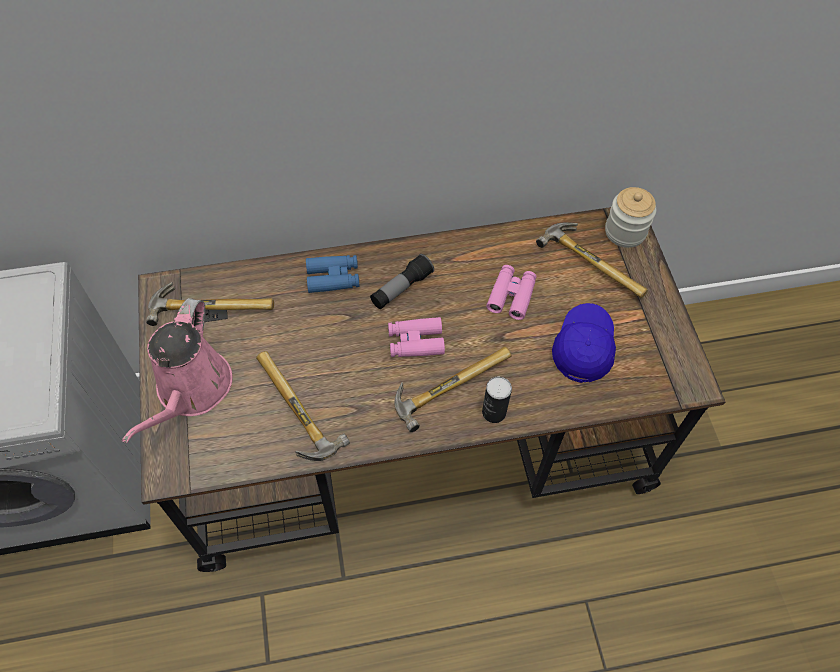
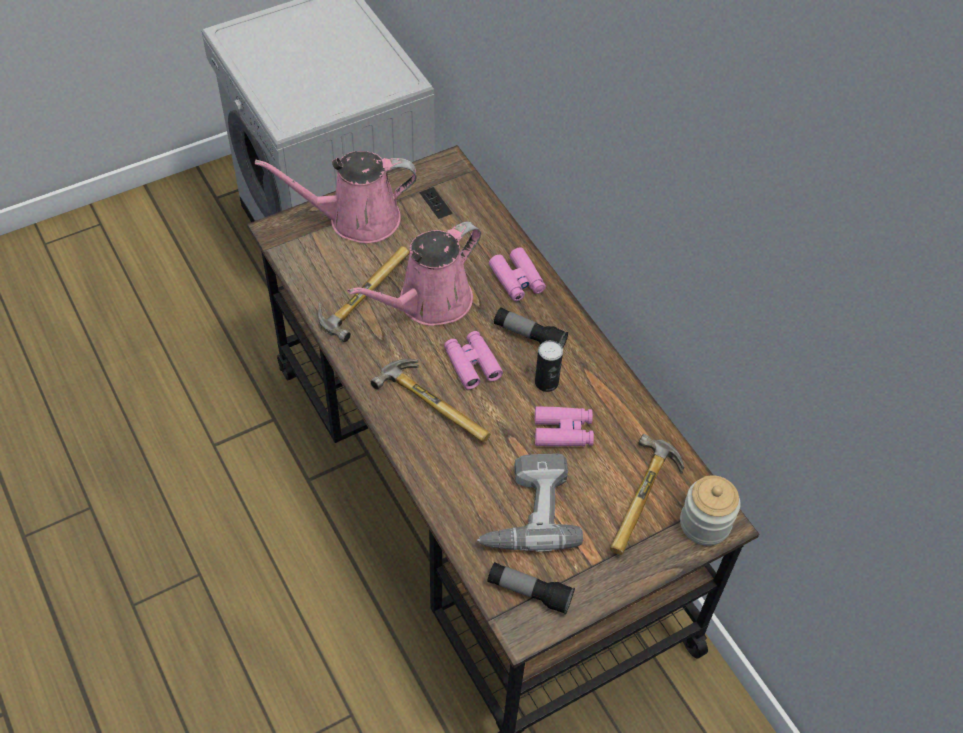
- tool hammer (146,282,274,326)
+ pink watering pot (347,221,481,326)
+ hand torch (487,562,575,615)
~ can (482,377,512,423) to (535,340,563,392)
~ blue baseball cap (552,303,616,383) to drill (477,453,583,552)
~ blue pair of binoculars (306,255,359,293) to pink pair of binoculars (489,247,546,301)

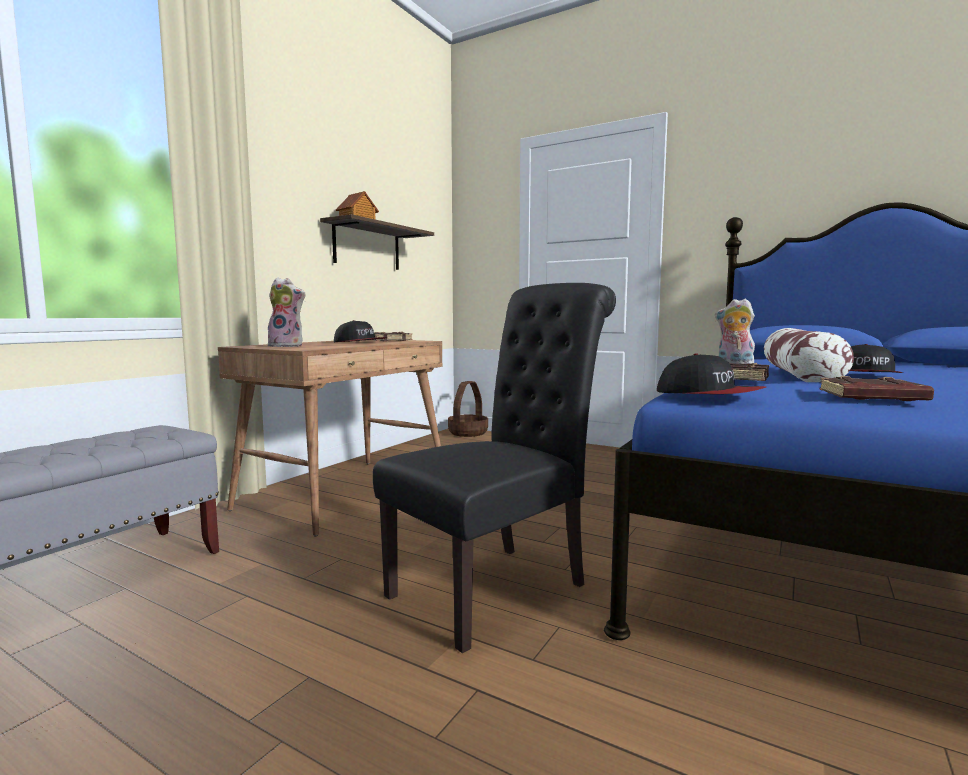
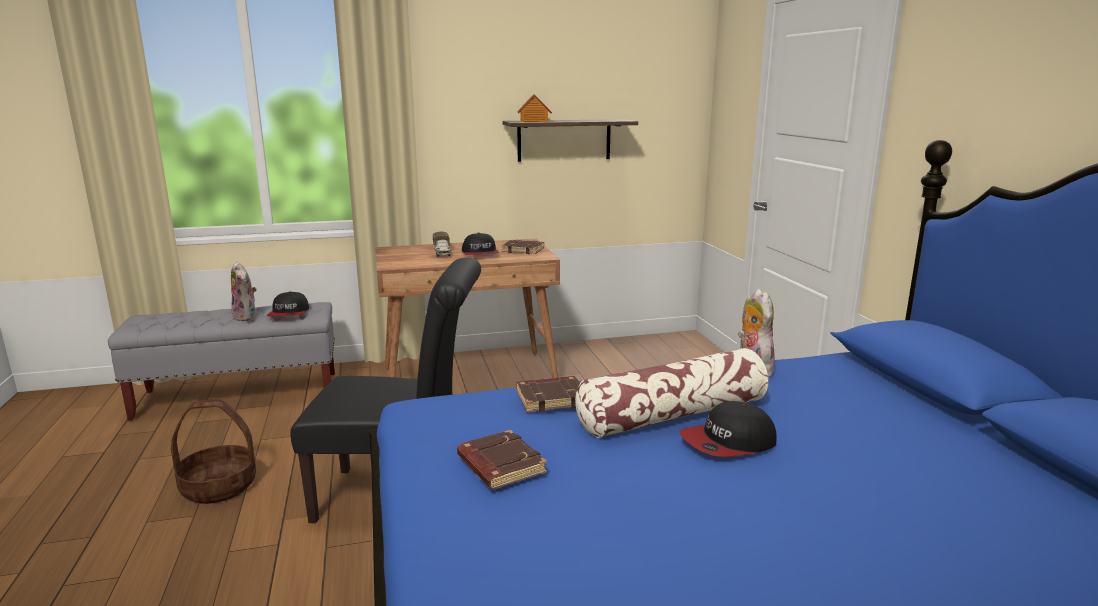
+ toy lorry (433,231,451,257)
~ soft toy (268,277,306,347) to (231,261,257,321)
~ storage basket (448,381,488,437) to (171,399,256,504)
~ baseball cap (657,353,766,394) to (267,292,309,317)

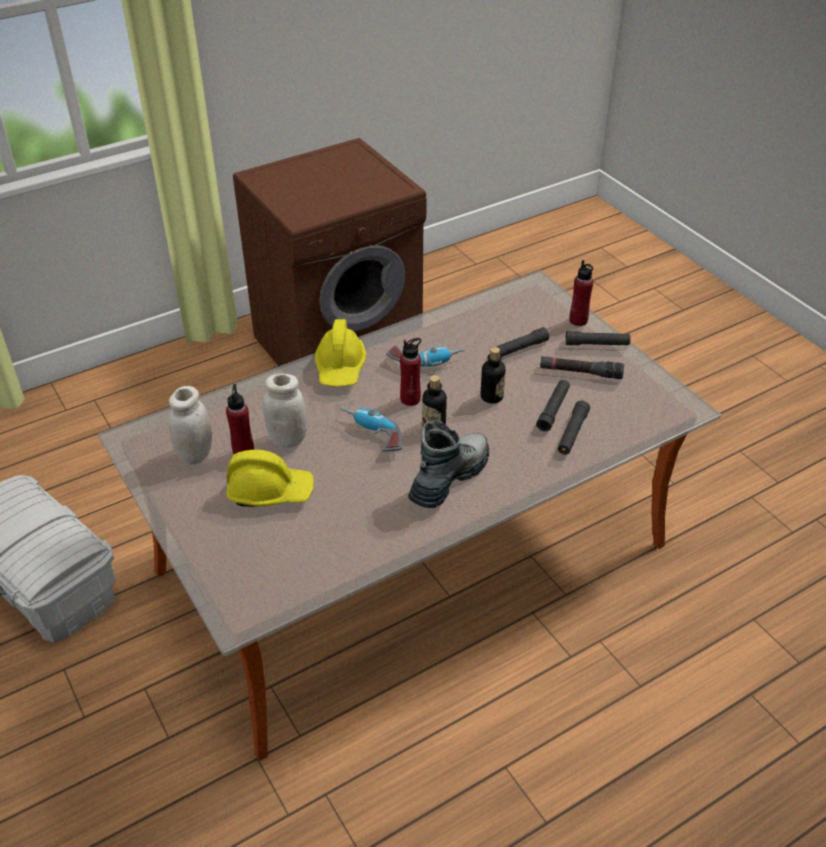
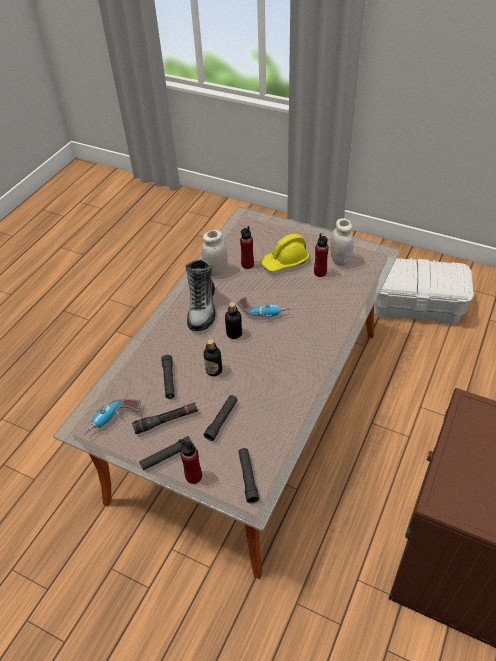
- yellowish work helmet (315,319,366,387)
~ white preserve jar (263,373,307,448) to (202,230,228,276)
~ drill (386,345,464,367) to (84,399,141,435)
~ reddish beverage bottle (400,338,421,406) to (240,226,254,269)
~ black hand torch (558,400,590,455) to (238,448,259,503)

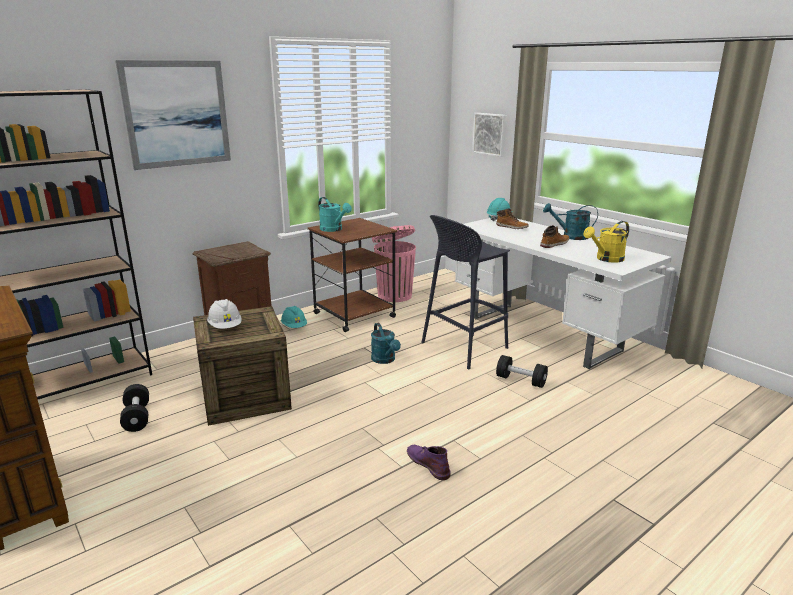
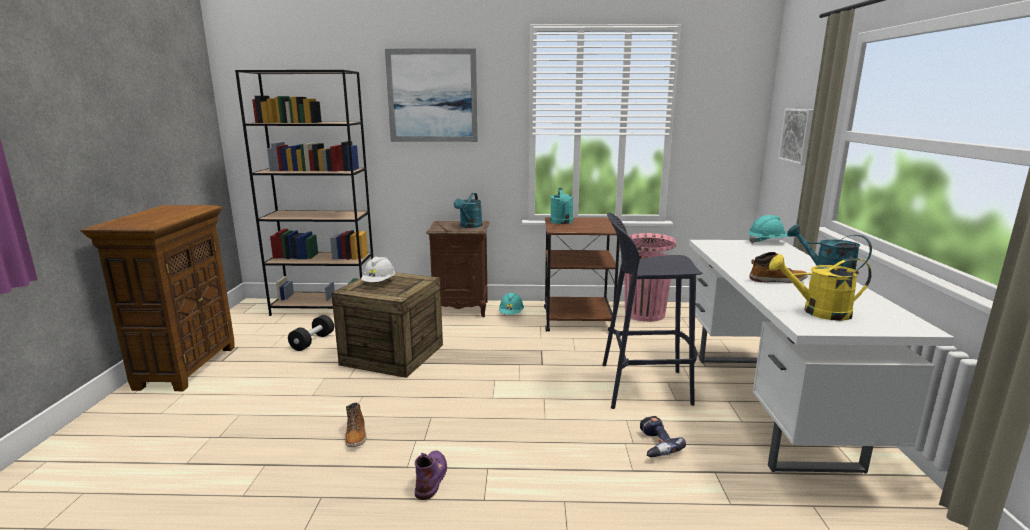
~ turquoise-coloured watering pot (371,323,401,364) to (453,193,483,228)
~ high-top boot (496,208,529,229) to (345,403,366,447)
~ black free weight (496,355,548,388) to drill (640,416,686,458)

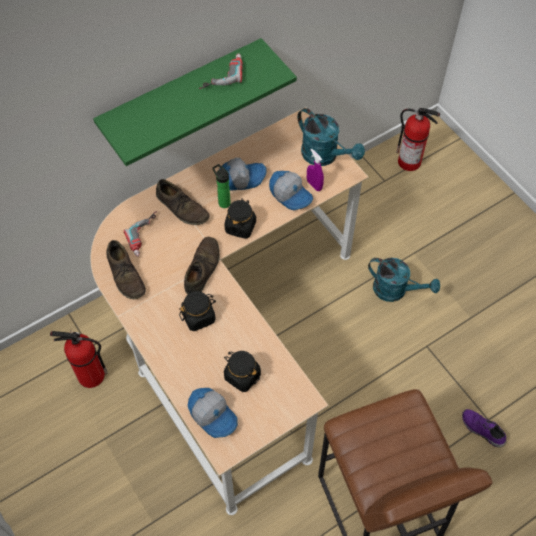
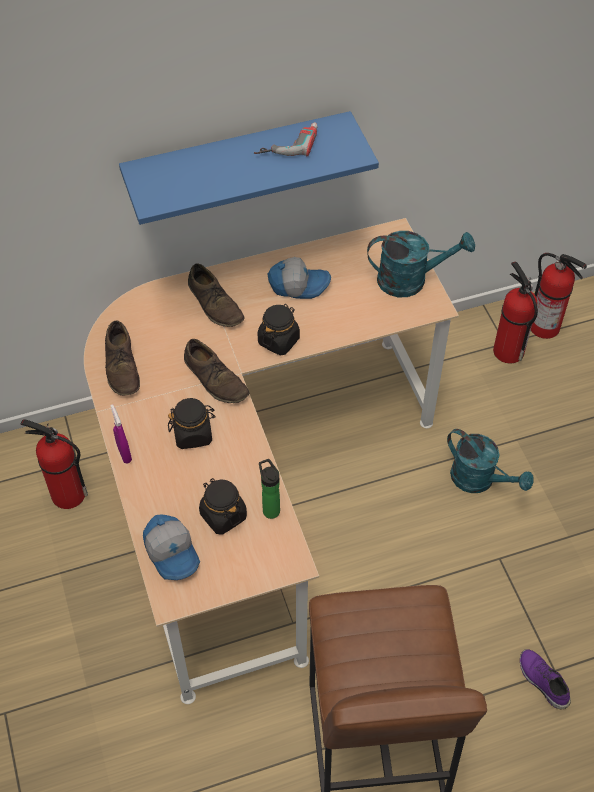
- drill (124,211,157,257)
- baseball cap (269,171,313,210)
+ extinguisher (493,262,538,363)
~ beverage bottle (213,164,231,208) to (259,459,280,519)
~ purple spray bottle (307,149,324,191) to (110,404,132,463)
~ green shelf (93,38,297,166) to blue shelf (119,111,379,225)
~ brownish shoe (184,237,220,294) = (184,339,249,403) 105 degrees clockwise
~ turquoise-coloured watering pot (298,108,365,166) = (367,231,475,297) 60 degrees counterclockwise

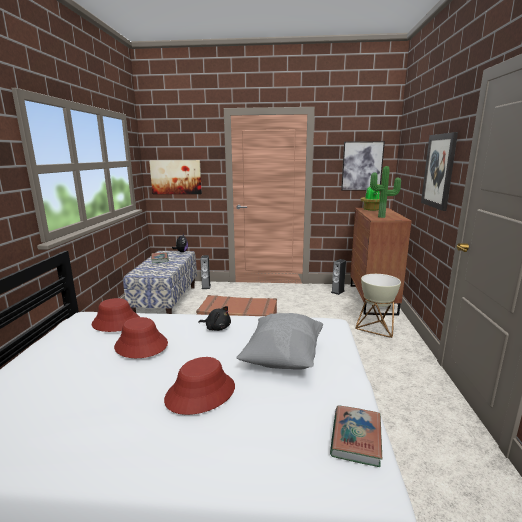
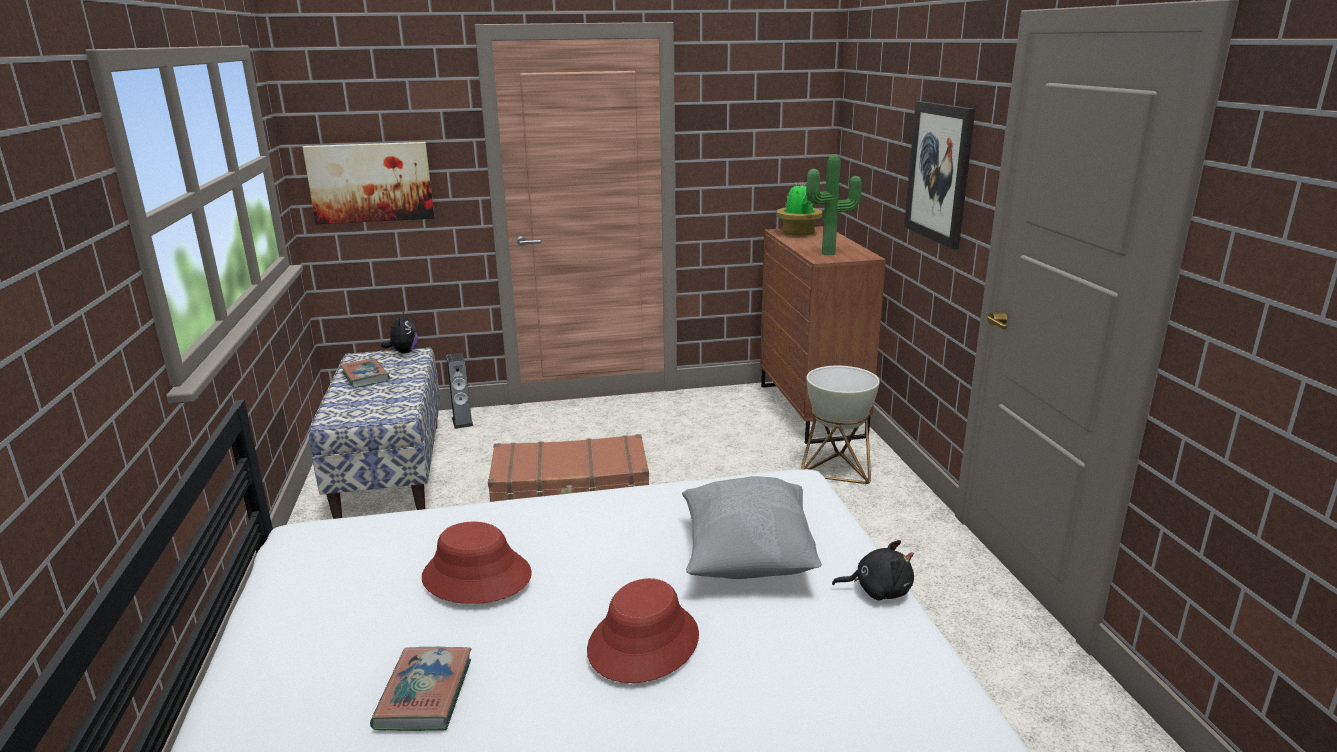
- reddish hat (92,298,140,332)
- audio speaker (331,259,346,295)
- picture (341,141,385,191)
~ black soft toy (198,306,231,331) to (832,540,914,600)
~ book (330,405,382,467) to (370,647,471,731)

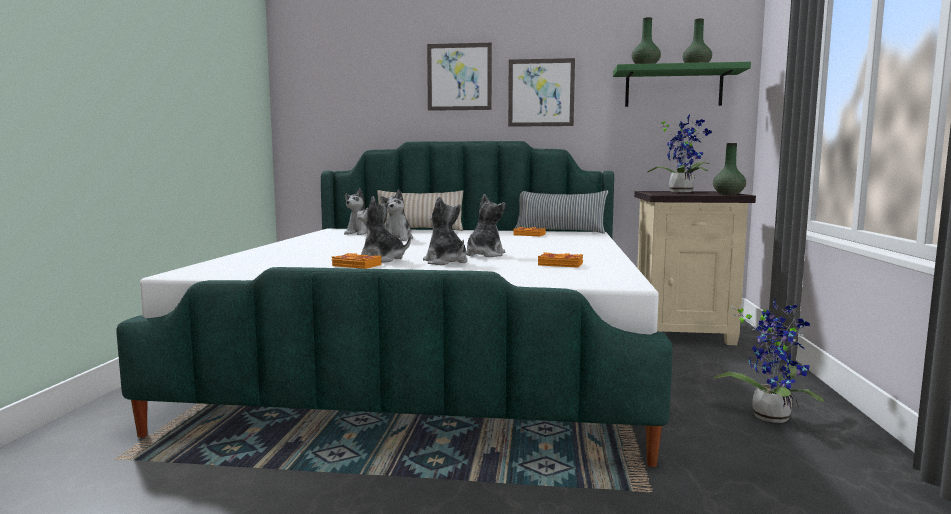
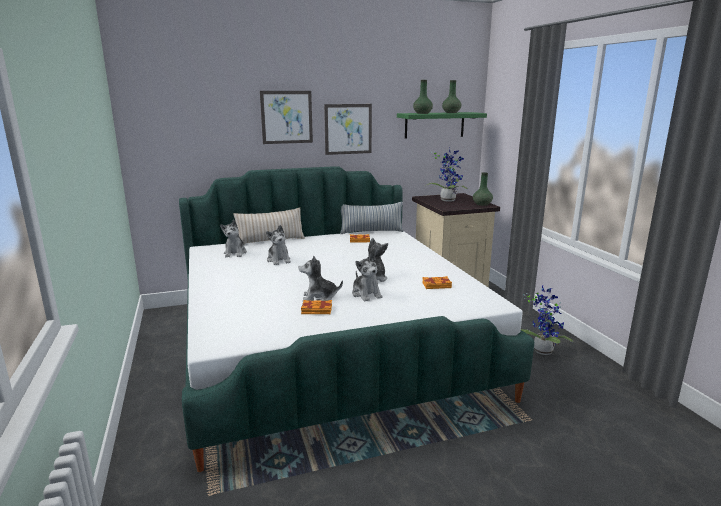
~ soft toy (423,196,468,265) = (352,253,383,301) 150 degrees counterclockwise

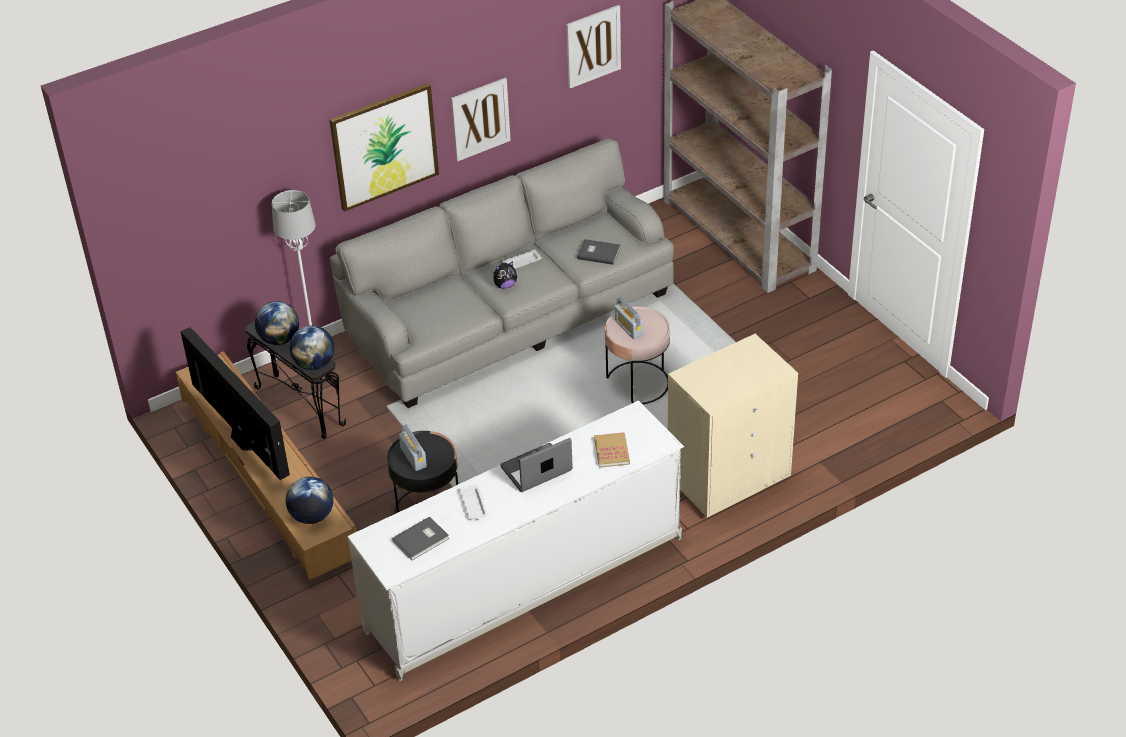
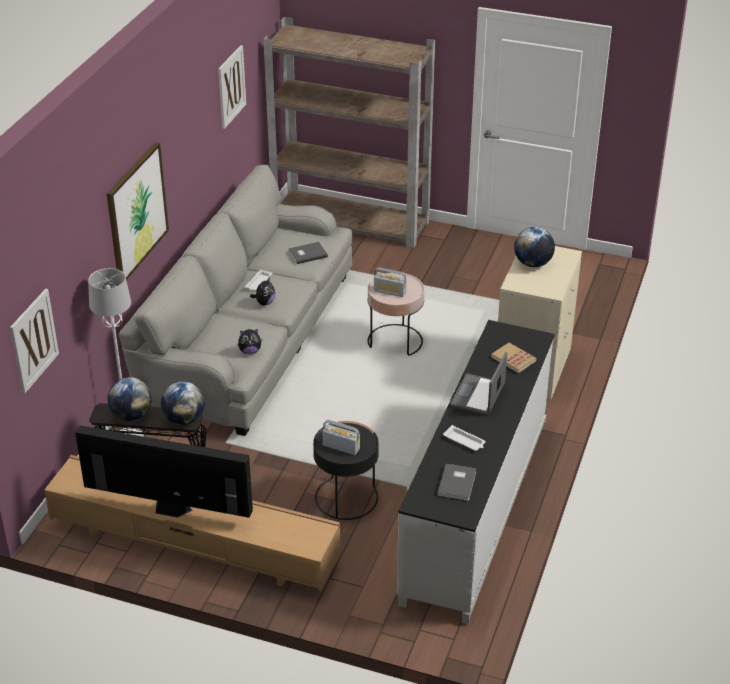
+ soft toy (238,329,262,354)
~ globe (286,476,333,524) to (514,227,555,267)
~ picture (451,78,511,162) to (10,289,59,393)
~ white storage cabinet (348,400,684,681) to black storage cabinet (397,320,555,625)

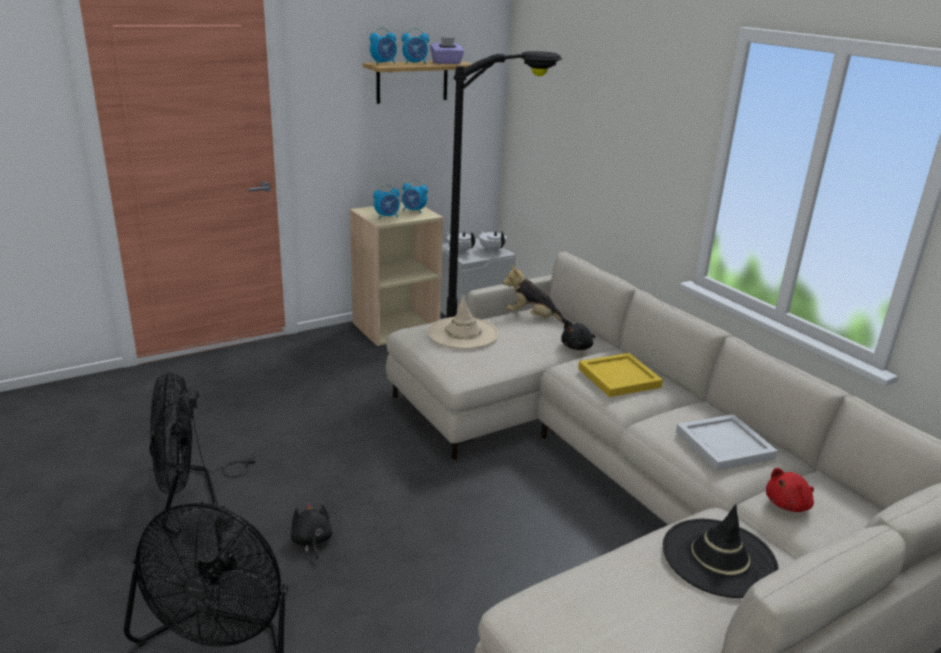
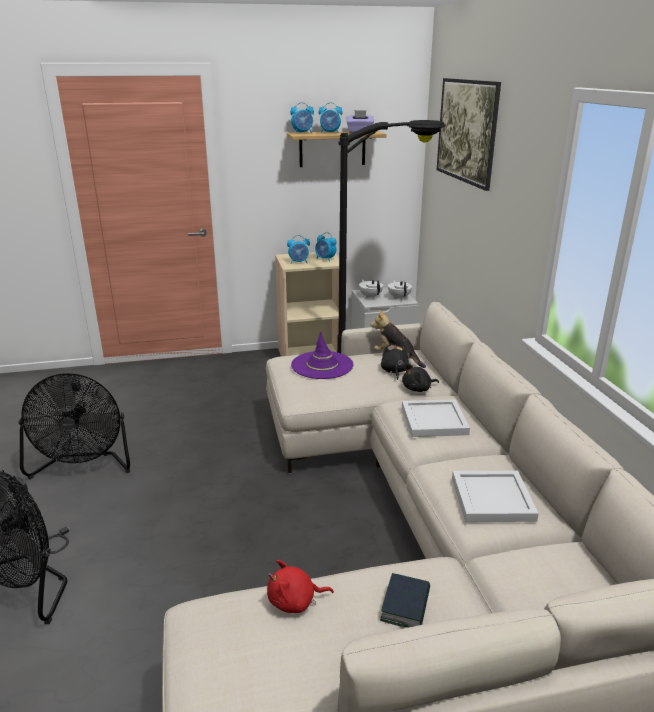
+ picture (437,78,501,191)
~ black soft toy (291,502,333,561) to (381,345,409,380)
~ reddish soft toy (766,468,814,512) to (267,560,334,613)
~ black hat (663,504,779,598) to book (380,573,430,628)
~ sand-coloured hat (427,294,499,349) to purple hat (291,331,353,379)
~ yellowish carrying tray (578,353,663,397) to white carrying tray (402,399,470,437)
~ black fan (149,372,258,538) = (18,373,130,480) 90 degrees counterclockwise

